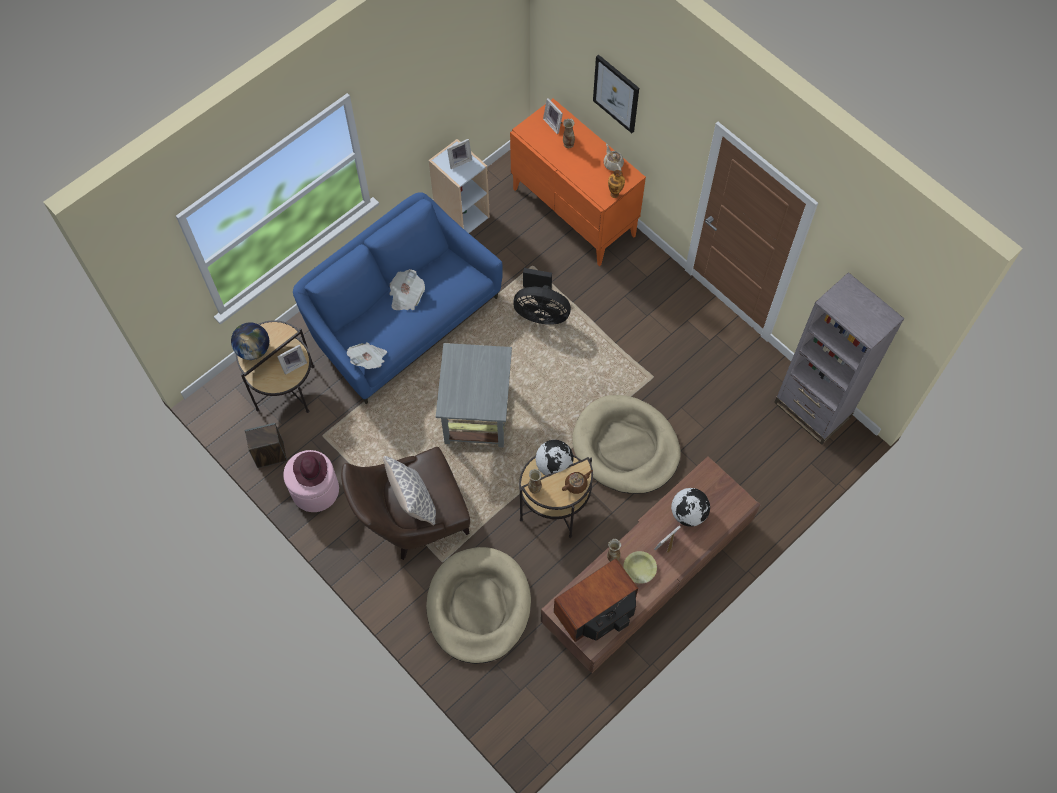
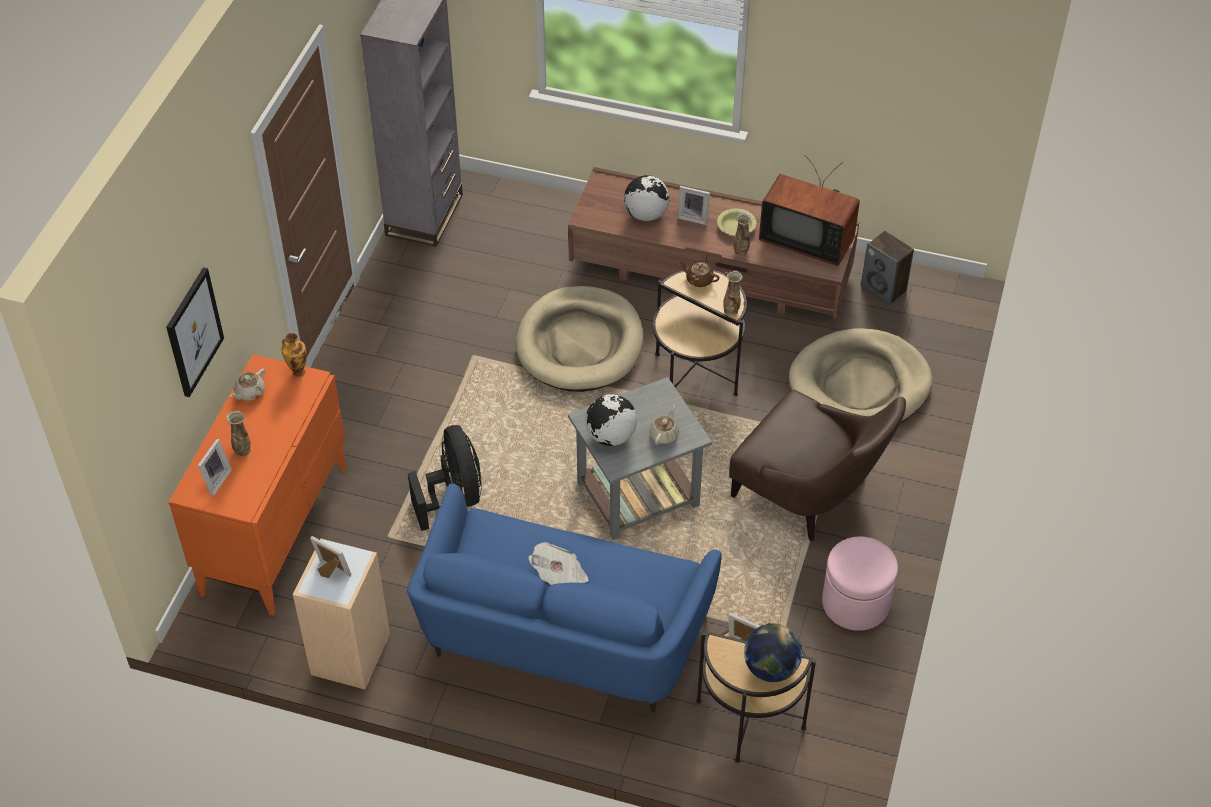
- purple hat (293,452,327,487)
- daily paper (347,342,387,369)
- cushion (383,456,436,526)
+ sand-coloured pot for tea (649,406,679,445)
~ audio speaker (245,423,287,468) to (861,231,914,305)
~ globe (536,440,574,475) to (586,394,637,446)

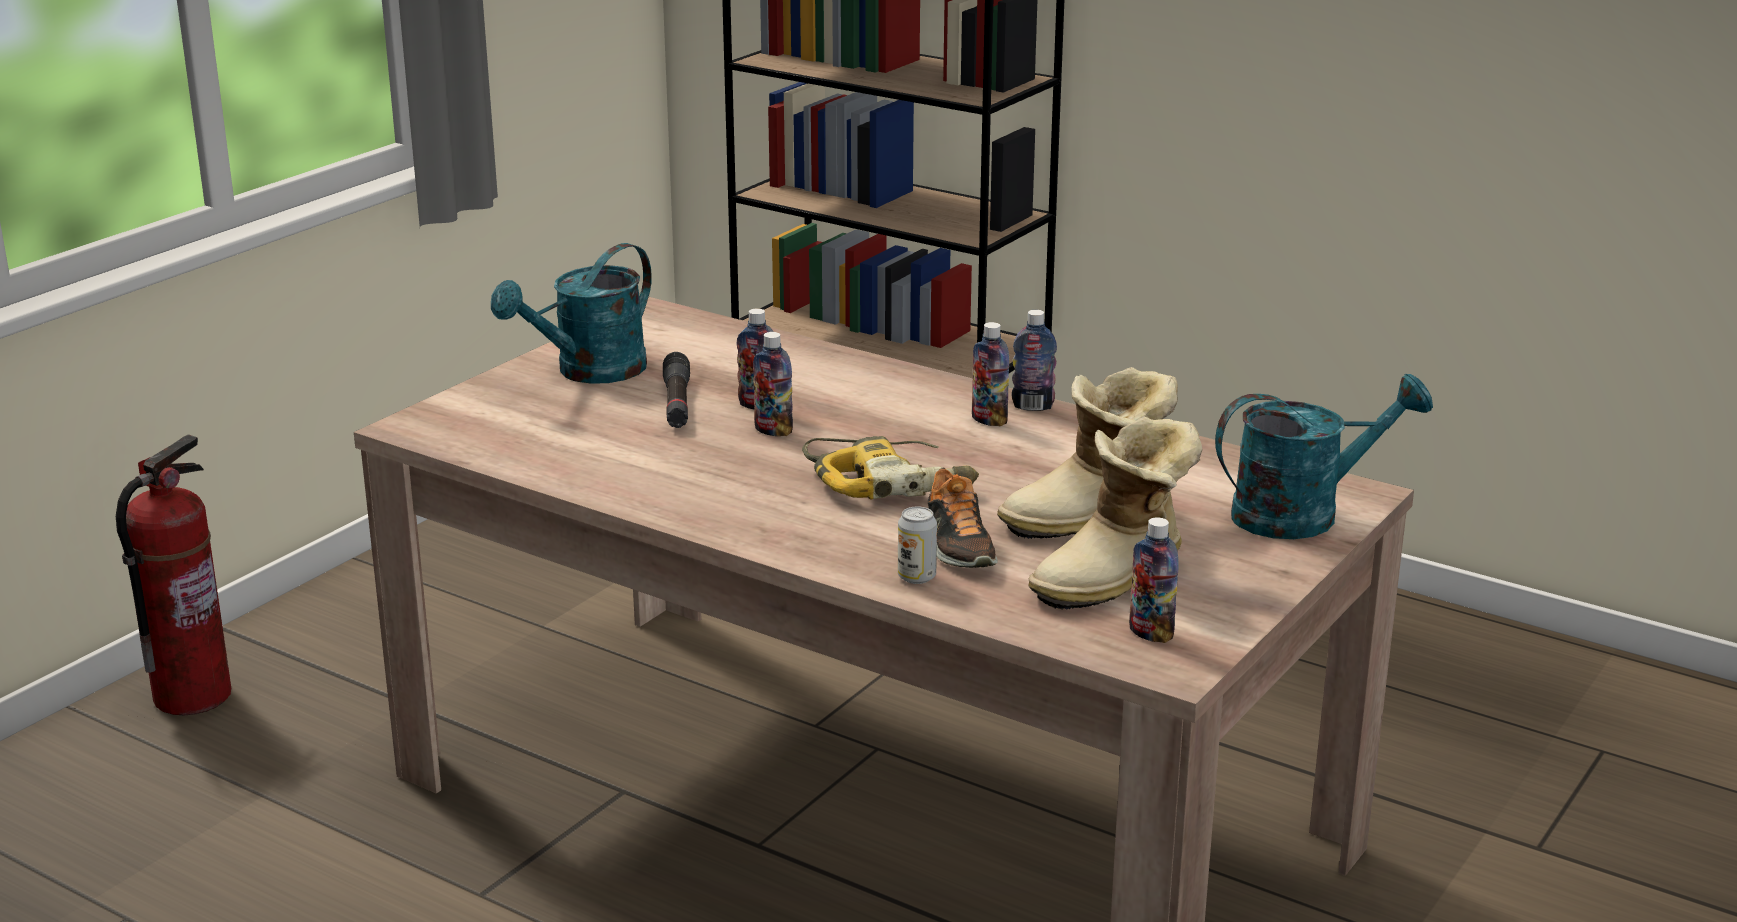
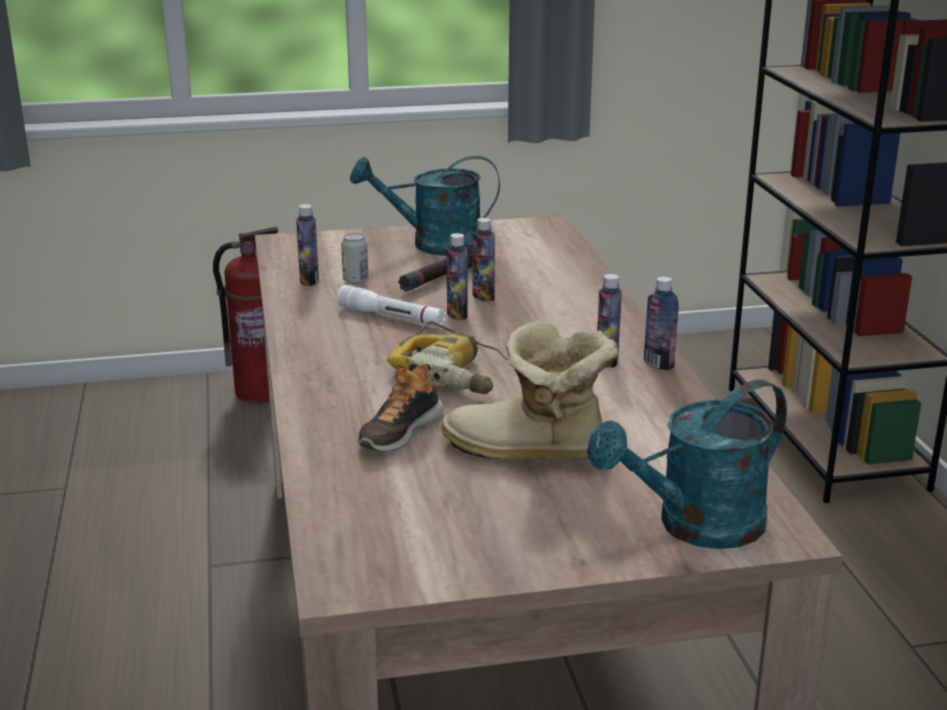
- high-top boot (1028,416,1203,610)
+ white hand torch (337,285,447,327)
~ can (898,507,937,584) to (341,233,368,284)
~ beverage bottle (1129,517,1179,643) to (296,204,319,286)
~ turquoise-coloured watering pot (1215,374,1433,539) = (587,379,787,549) 120 degrees clockwise

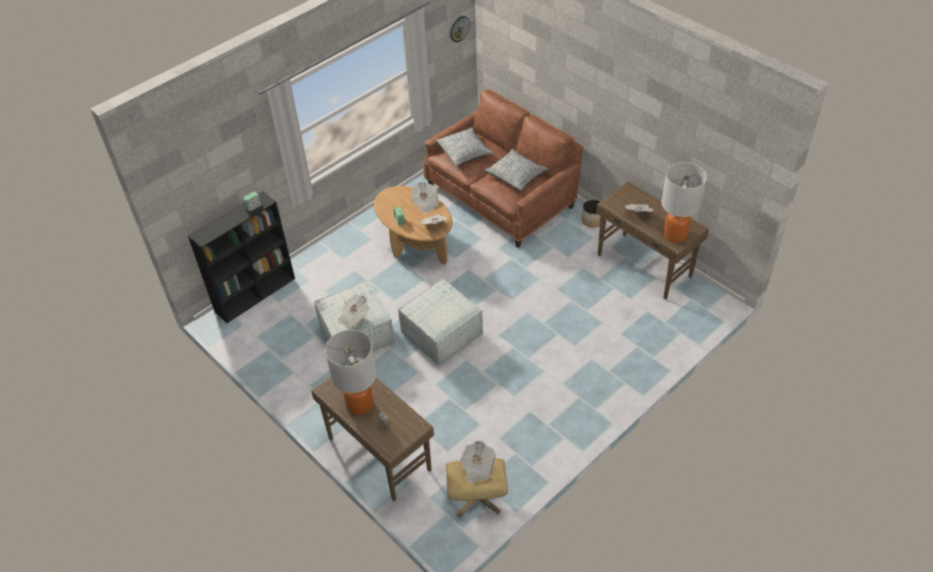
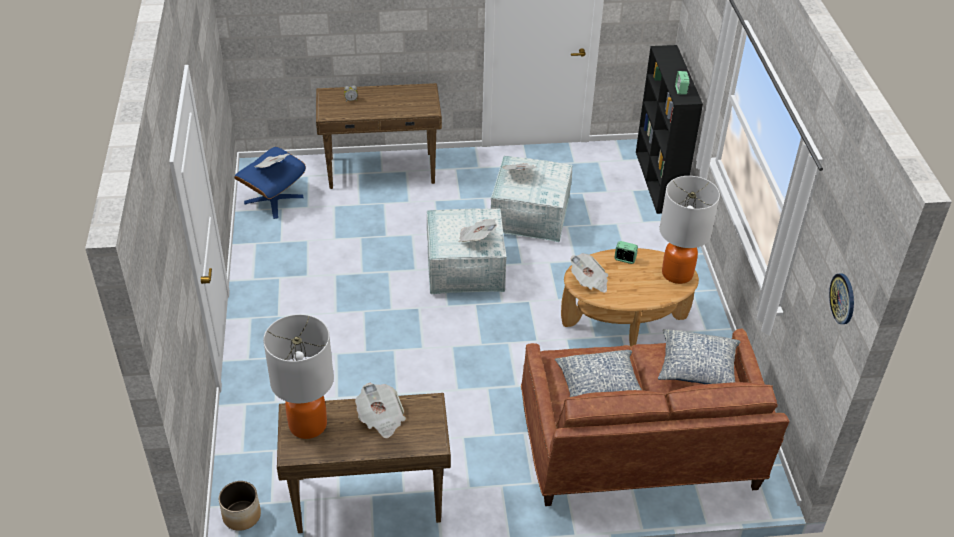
~ lamp for a table (325,330,377,415) to (659,176,720,284)
~ daily paper (411,182,438,214) to (458,219,497,242)
~ flower pot (581,200,601,228) to (219,481,261,531)
~ sand-coloured pouffe (446,458,508,517) to blue pouffe (234,147,306,219)

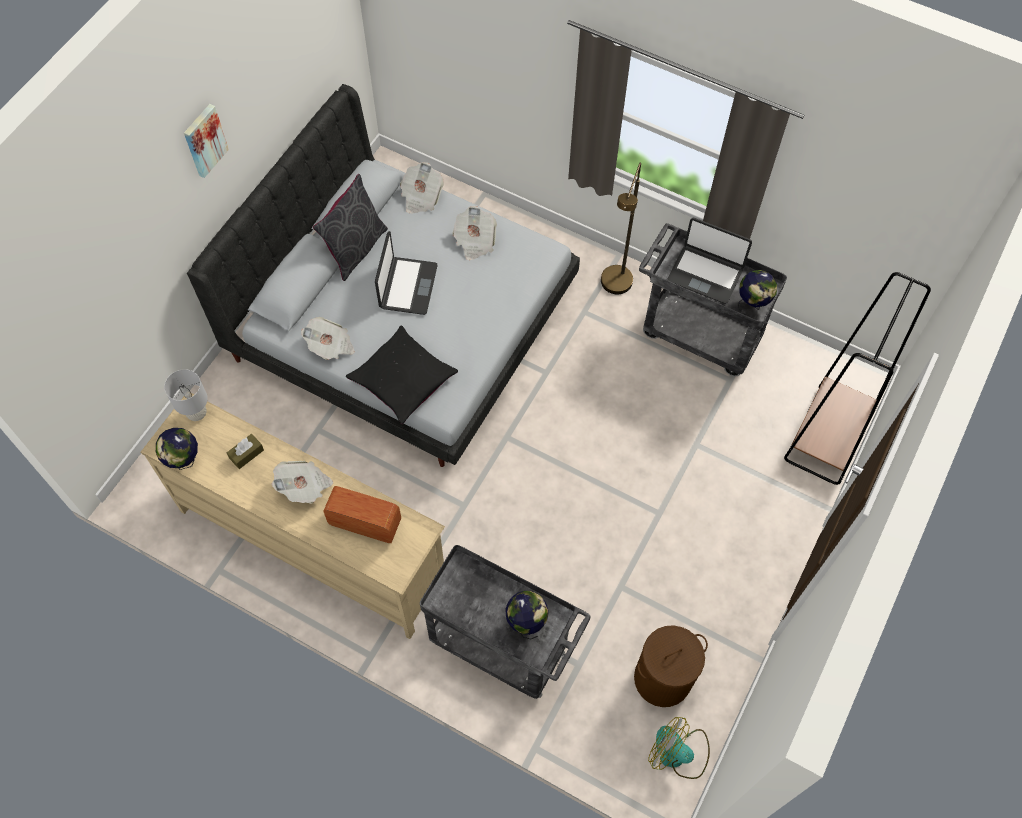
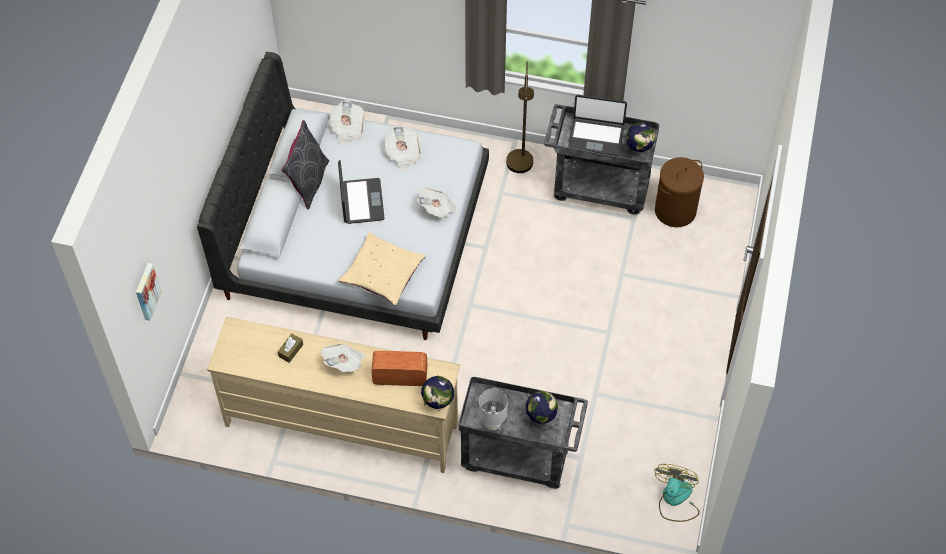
- clothes rack (784,272,931,485)
~ globe (156,428,198,470) to (421,376,454,411)
~ greyish lamp for a table (164,369,208,421) to (479,389,508,431)
~ picture (184,104,229,178) to (136,263,161,321)
~ daily paper (301,317,355,360) to (417,188,458,218)
~ brownish laundry basket (634,625,708,707) to (655,157,704,227)
~ black cushion (346,325,458,424) to sand-coloured cushion (338,232,426,306)
~ fan (648,717,710,779) = (654,464,700,522) 90 degrees clockwise

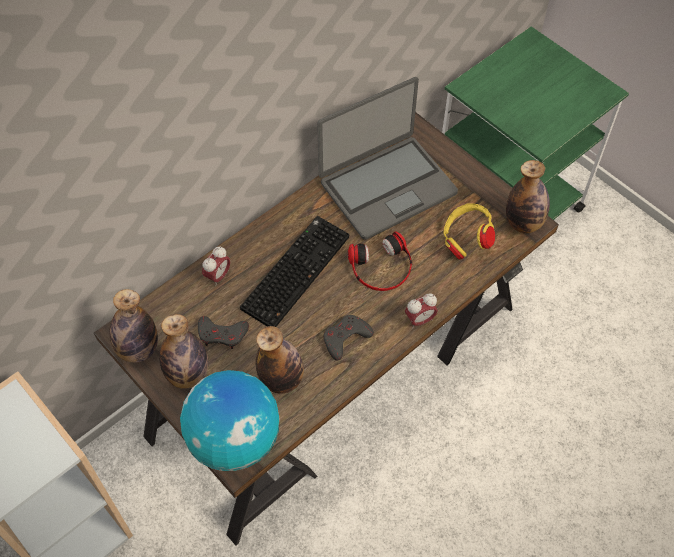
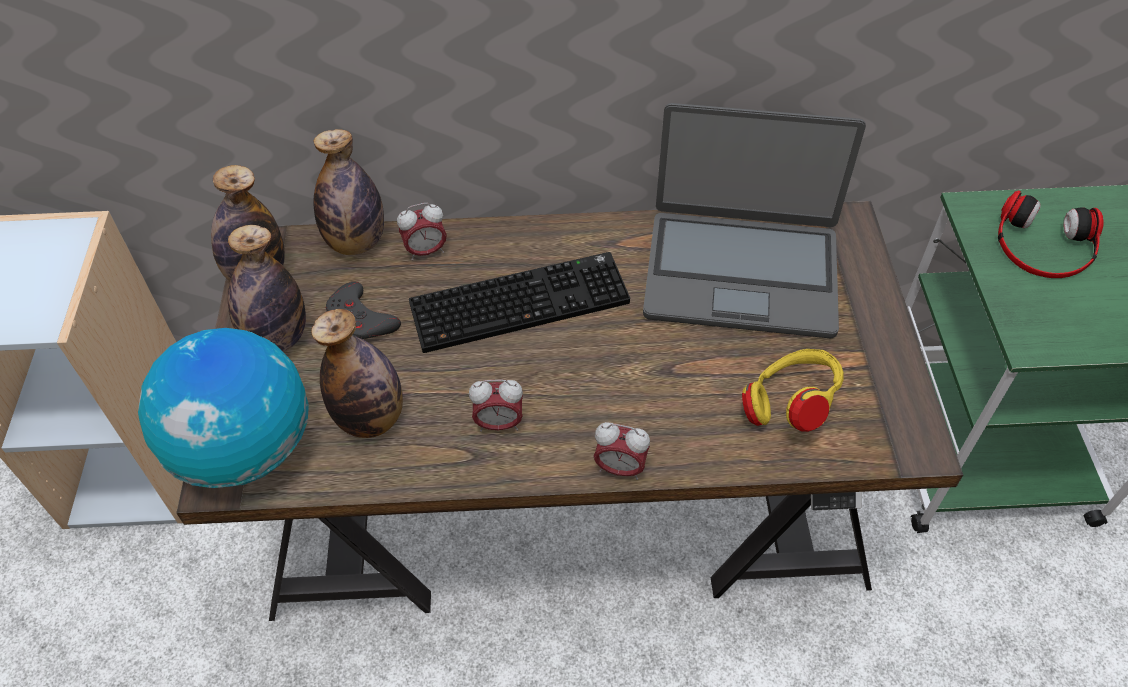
~ headset (348,231,412,291) to (998,191,1103,278)
~ beverage bottle (506,160,550,233) to (313,129,384,255)
~ greyish game controller (324,315,374,361) to bedside clock (469,379,523,432)

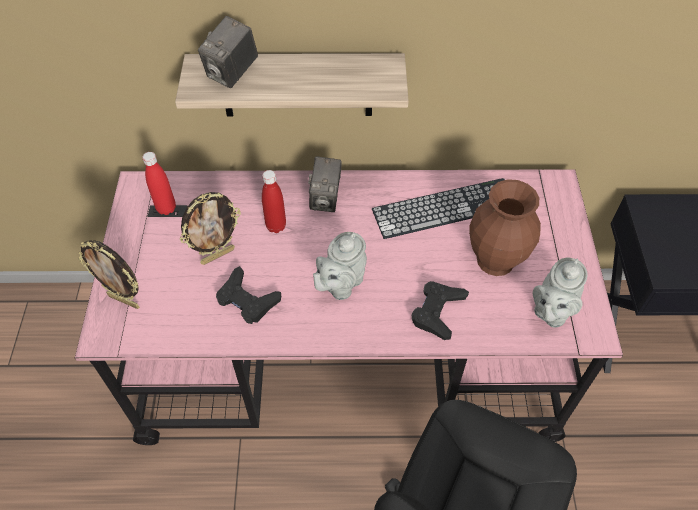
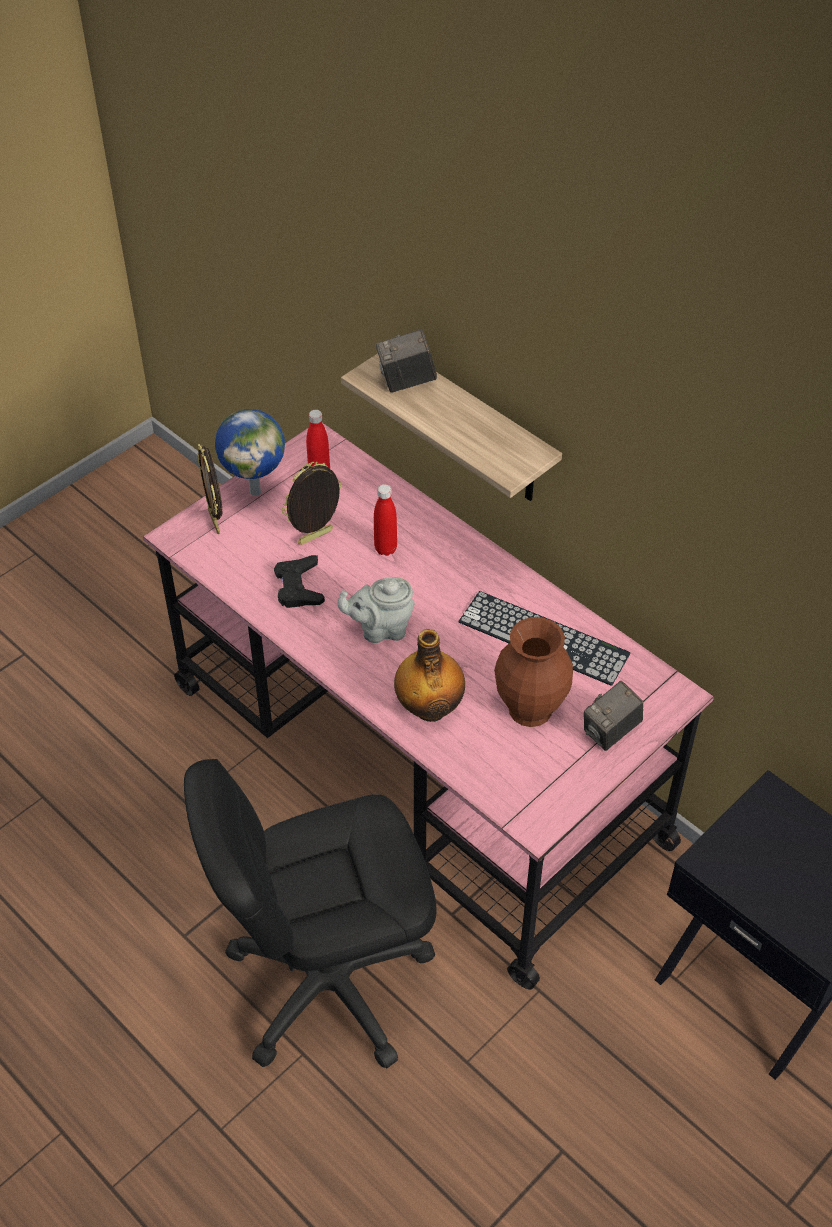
- greyish pot for tea (533,258,588,327)
+ globe (215,409,285,496)
~ photo camera (308,157,342,212) to (584,681,643,751)
~ black game controller (412,281,469,340) to beverage bottle (394,629,465,722)
~ photo frame (180,192,241,265) = (282,462,342,545) 135 degrees clockwise

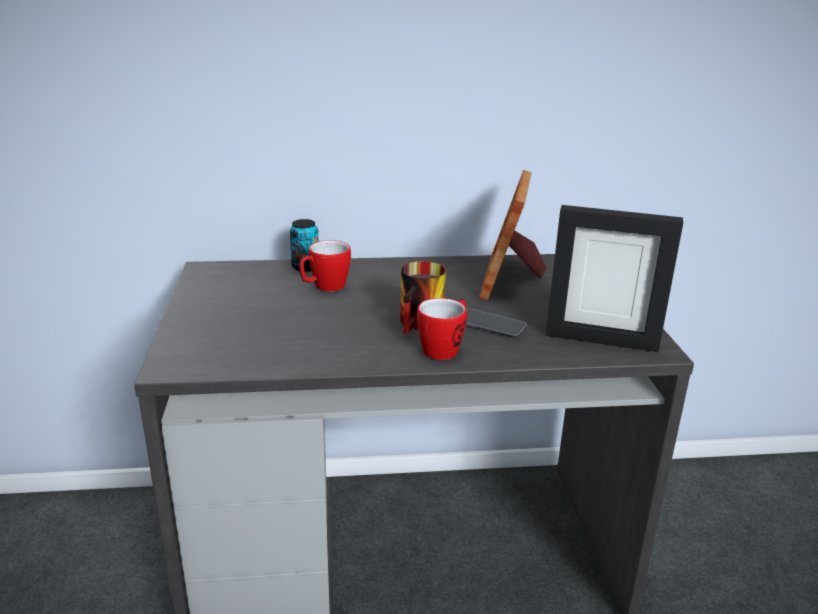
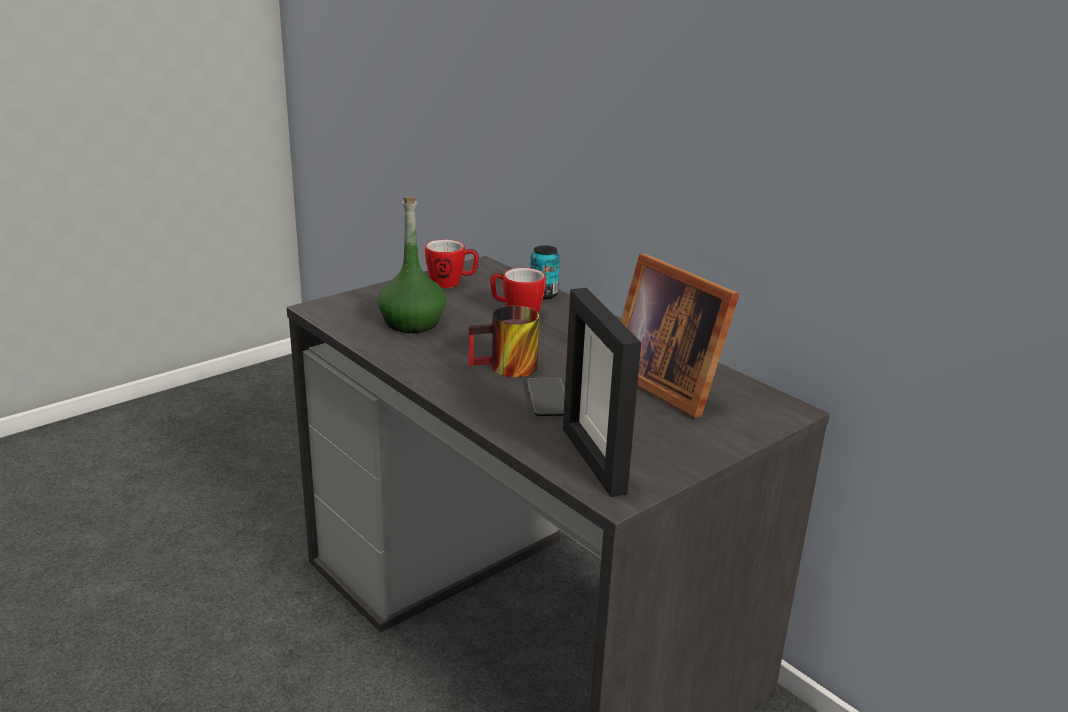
+ green beverage bottle (377,197,446,333)
~ mug (417,298,467,360) to (425,239,479,288)
~ photo frame (479,170,547,300) = (620,254,740,418) 105 degrees counterclockwise

